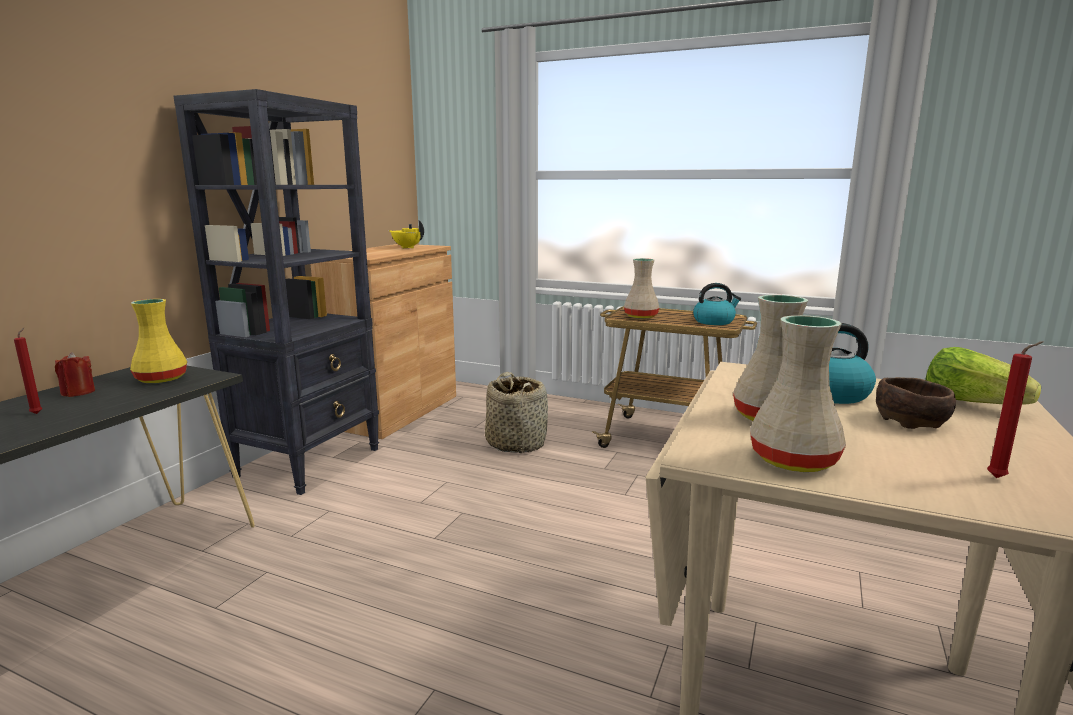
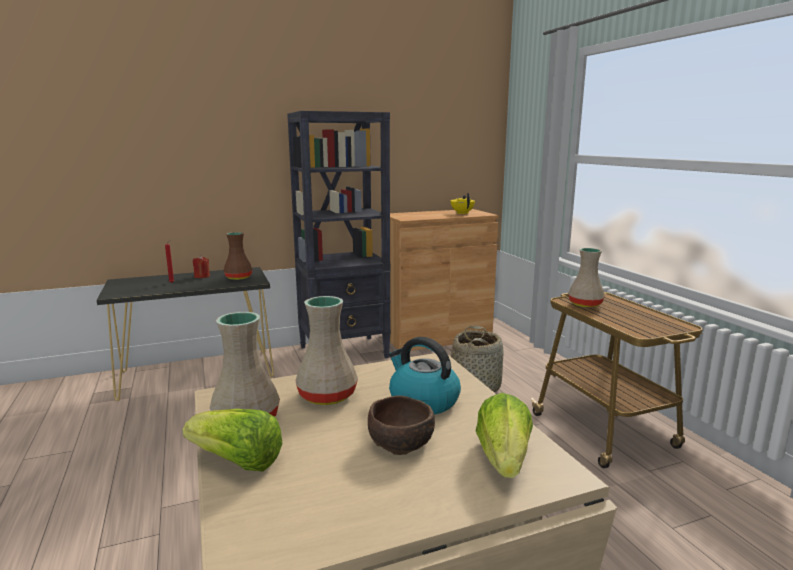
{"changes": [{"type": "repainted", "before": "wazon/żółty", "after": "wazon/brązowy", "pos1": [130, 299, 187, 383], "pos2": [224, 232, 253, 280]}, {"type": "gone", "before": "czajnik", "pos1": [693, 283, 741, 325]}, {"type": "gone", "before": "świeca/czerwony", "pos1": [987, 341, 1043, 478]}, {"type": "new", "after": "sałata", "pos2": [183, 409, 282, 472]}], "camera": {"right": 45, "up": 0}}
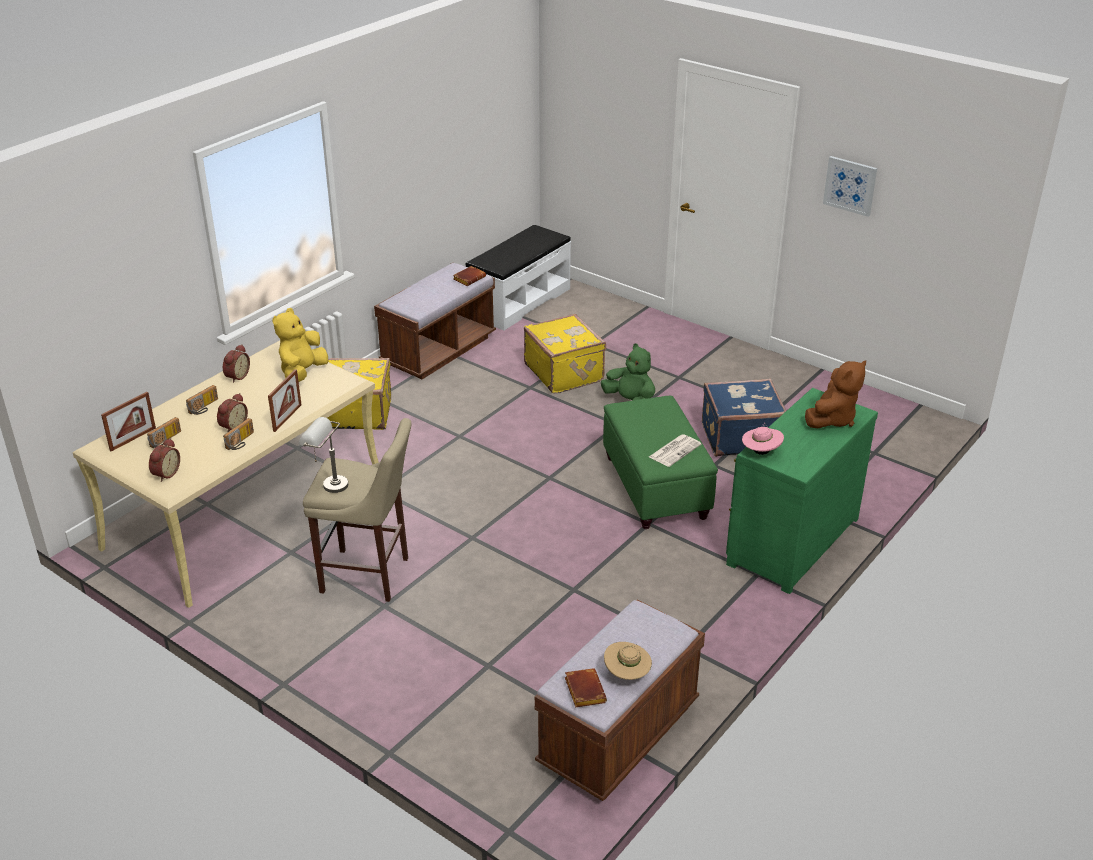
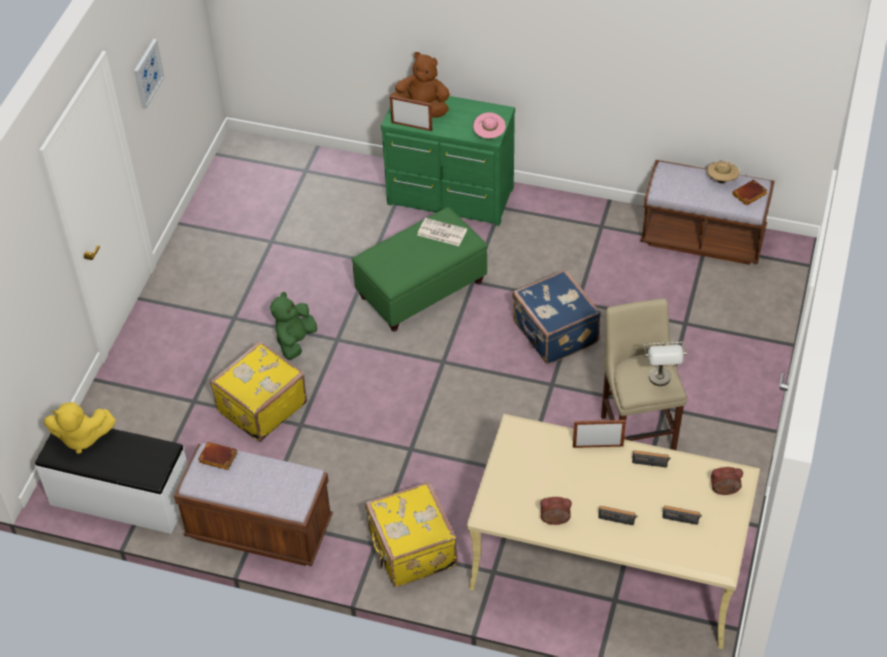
{"changes": [{"type": "shifted", "before": "ramka na zdjęcie", "pos1": [101, 392, 156, 451], "pos2": [390, 95, 432, 131]}, {"type": "gone", "before": "budzik", "pos1": [217, 393, 248, 432]}, {"type": "shifted", "before": "pluszak/żółty", "pos1": [272, 308, 328, 382], "pos2": [44, 402, 116, 454]}, {"type": "shifted", "before": "walizka/niebieski", "pos1": [702, 378, 786, 457], "pos2": [513, 269, 601, 364]}], "camera": {"right": -110, "up": 15}}
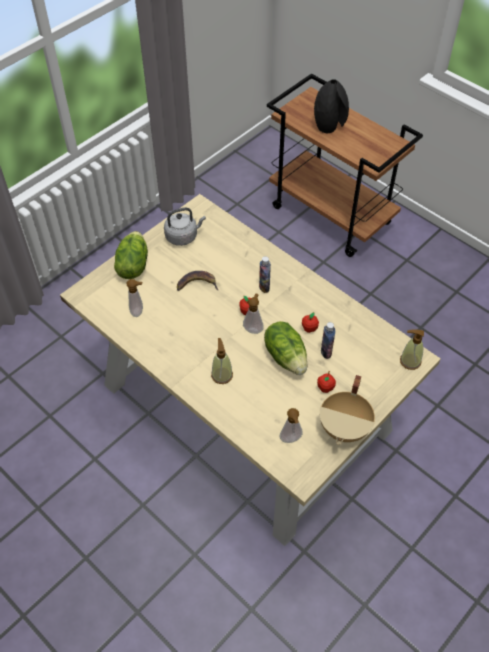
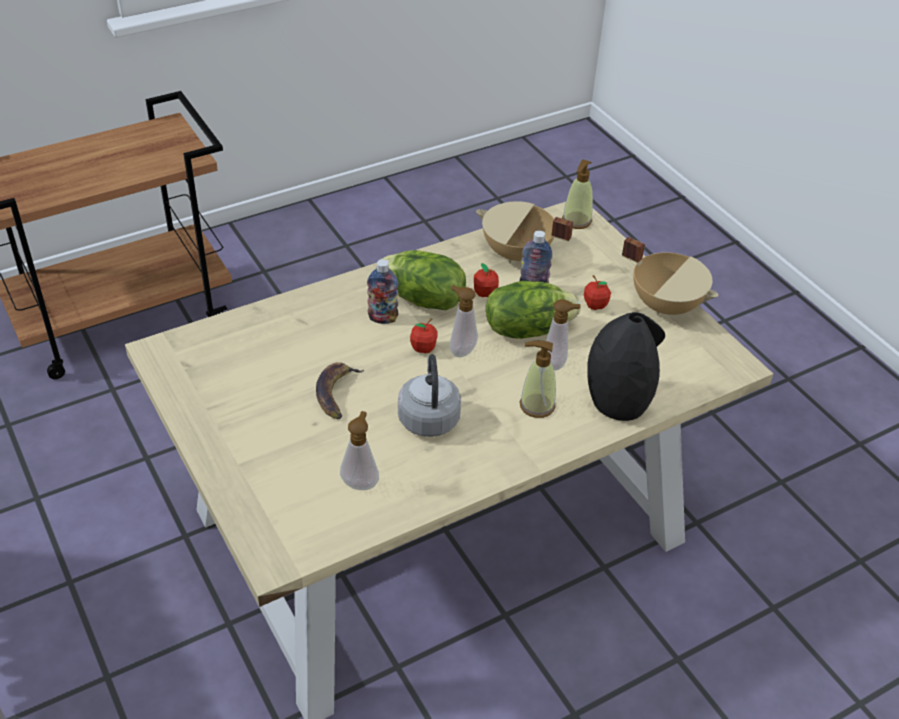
{"changes": [{"type": "shifted", "before": "sałata", "pos1": [114, 231, 148, 279], "pos2": [380, 250, 466, 310]}, {"type": "shifted", "before": "czajnik/szary", "pos1": [164, 207, 206, 246], "pos2": [398, 354, 461, 437]}, {"type": "shifted", "before": "dozownik mydła", "pos1": [280, 408, 303, 443], "pos2": [546, 299, 581, 370]}, {"type": "shifted", "before": "wazon/czarny", "pos1": [314, 79, 349, 133], "pos2": [587, 312, 665, 421]}, {"type": "new", "after": "garnek/beżowy", "pos2": [476, 201, 574, 264]}], "camera": {"right": -75, "up": -10}}
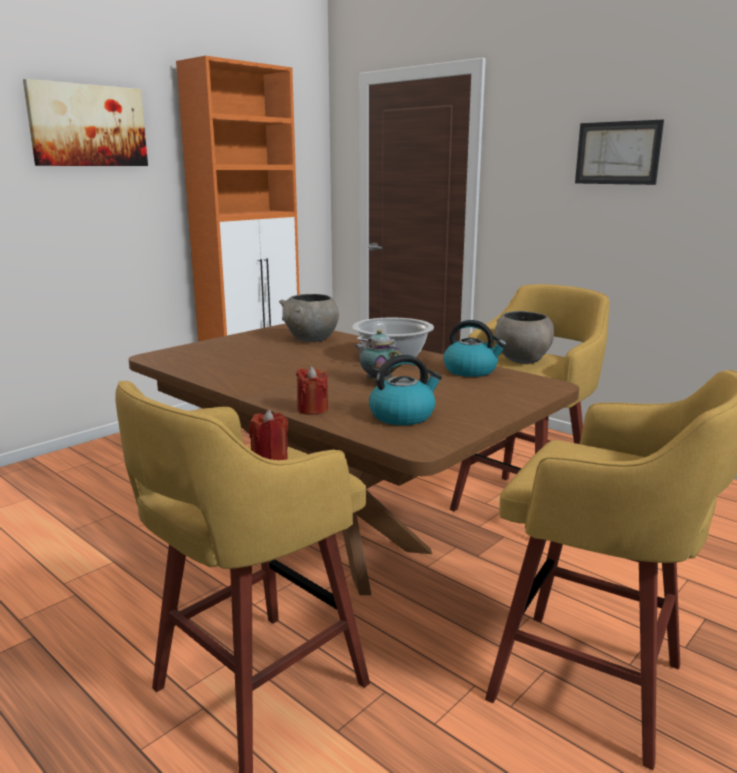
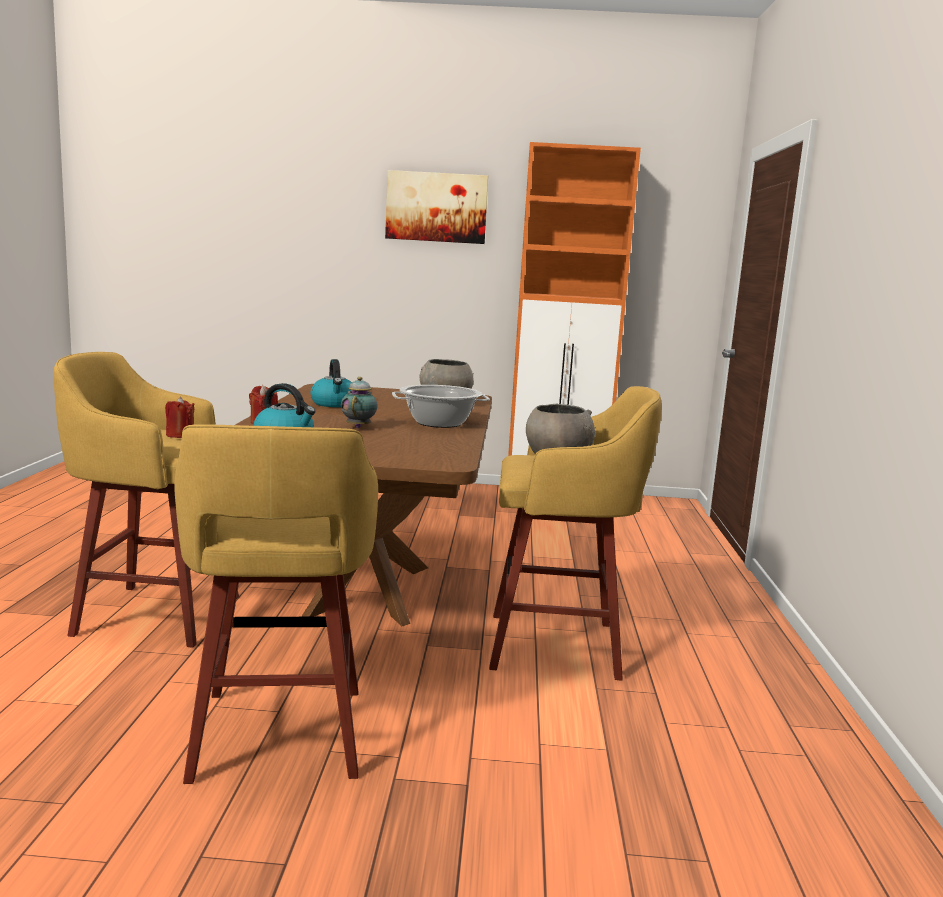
{"changes": [{"type": "shifted", "before": "czajnik", "pos1": [443, 320, 507, 377], "pos2": [310, 359, 352, 407]}, {"type": "gone", "before": "obraz", "pos1": [575, 120, 664, 185]}], "camera": {"right": 50, "up": -5}}
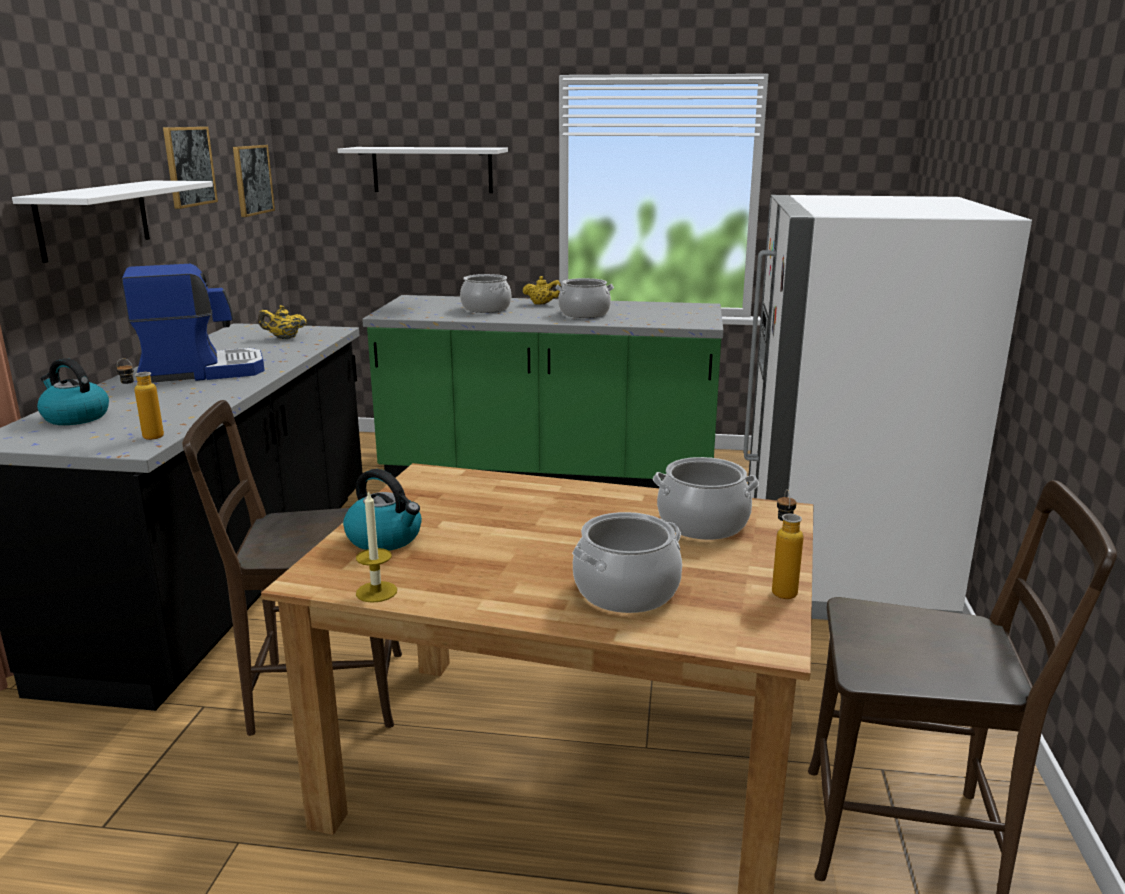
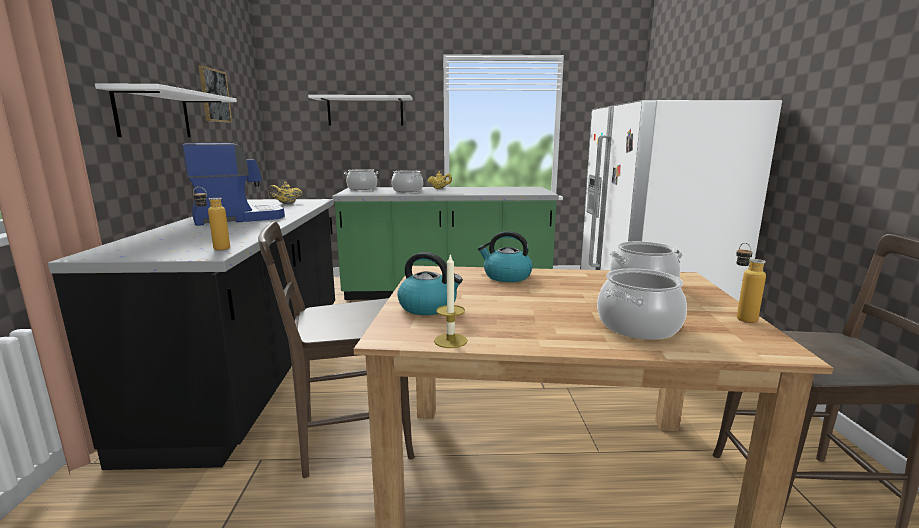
{"changes": [{"type": "shifted", "before": "czajnik", "pos1": [37, 358, 109, 425], "pos2": [478, 231, 533, 282]}, {"type": "gone", "before": "obraz", "pos1": [233, 145, 275, 217]}, {"type": "shifted", "before": "garnek", "pos1": [555, 278, 614, 318], "pos2": [344, 169, 378, 190]}], "camera": {"right": -10, "up": -5}}
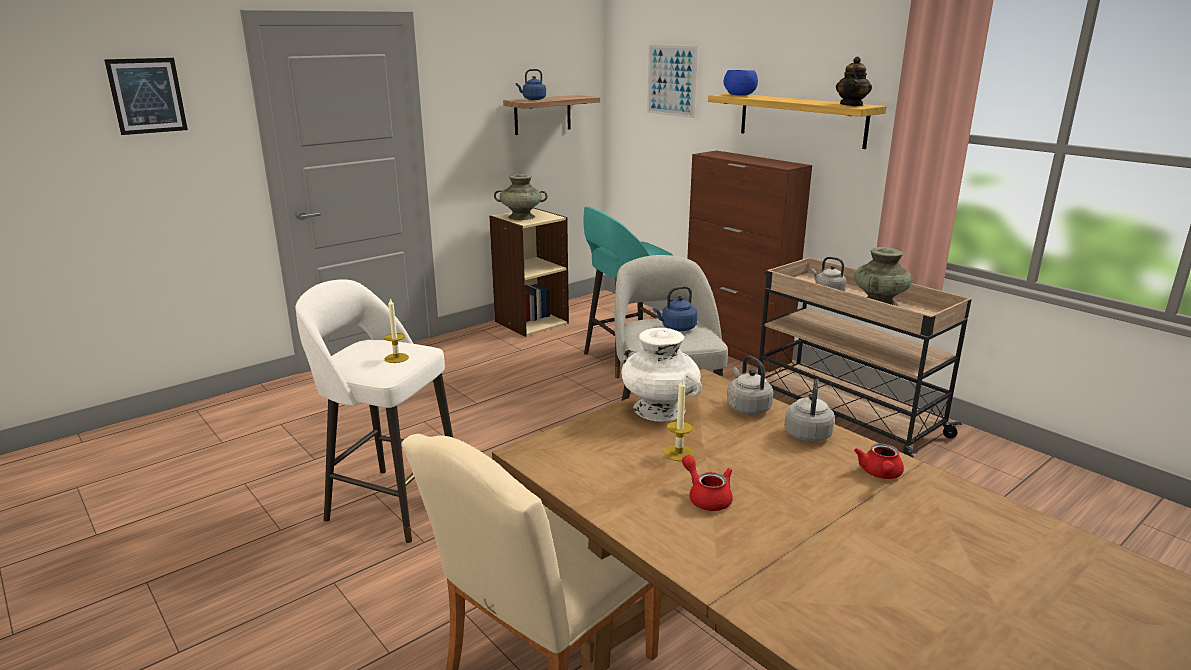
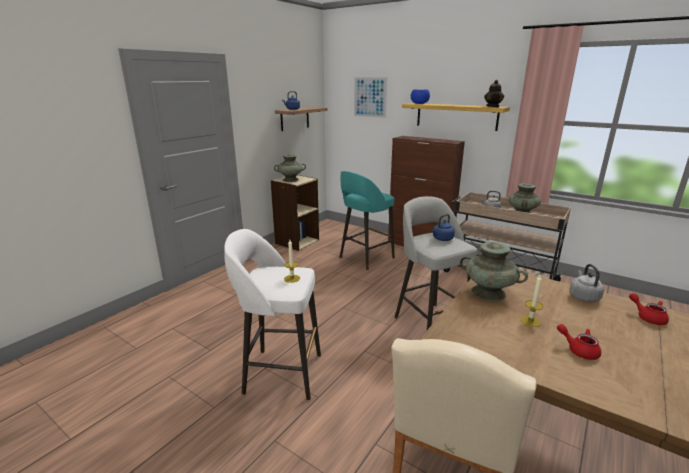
{"changes": [{"type": "gone", "before": "obraz", "pos1": [104, 58, 188, 135]}, {"type": "repainted", "before": "wazon/biały", "after": "wazon/turkusowy", "pos1": [622, 328, 702, 422], "pos2": [460, 242, 528, 301]}, {"type": "gone", "before": "czajnik/szary", "pos1": [727, 356, 773, 415]}, {"type": "rotated", "before": "imbryk/czerwony", "pos1": [854, 443, 904, 479], "pos2": [629, 293, 669, 325], "turn": 150}], "camera": {"right": -15, "up": 0}}
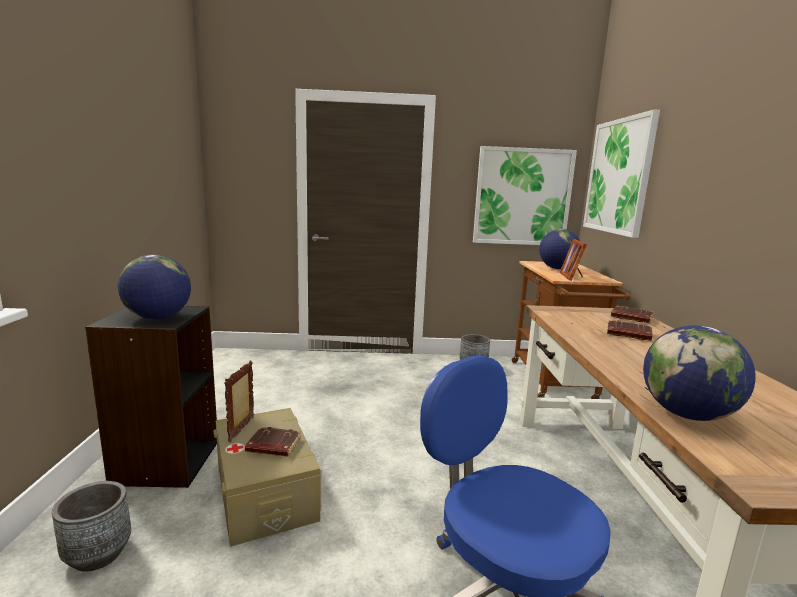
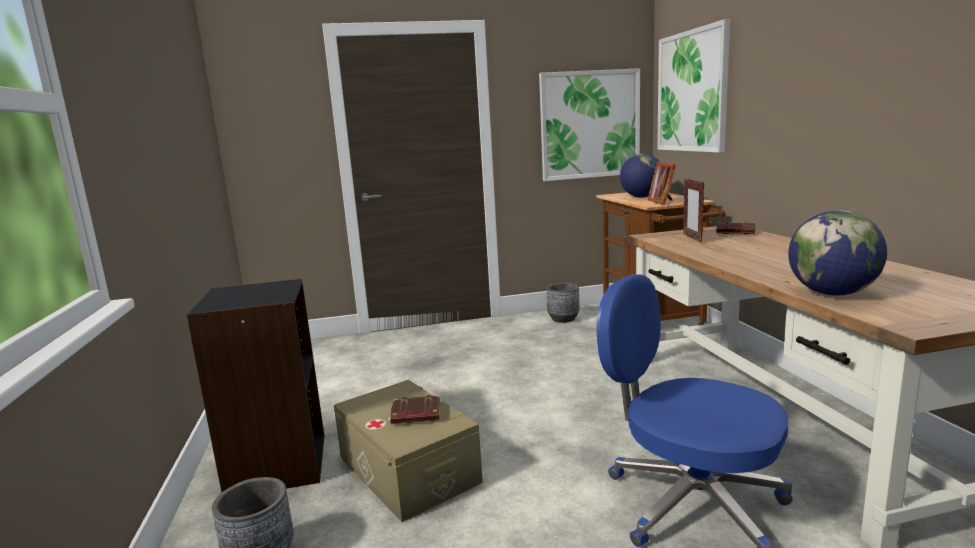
{"changes": [{"type": "gone", "before": "globus", "pos1": [118, 255, 191, 320]}, {"type": "shifted", "before": "ramka na zdjęcie", "pos1": [224, 360, 254, 442], "pos2": [683, 179, 705, 243]}, {"type": "gone", "before": "książka/brązowy", "pos1": [607, 320, 653, 341]}], "camera": {"right": -10, "up": 0}}
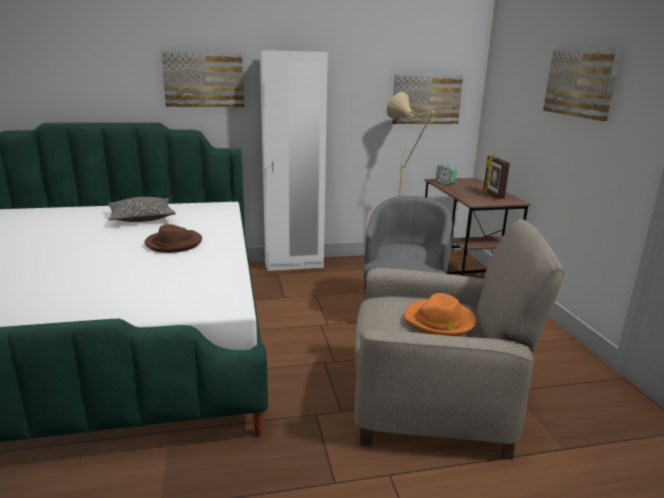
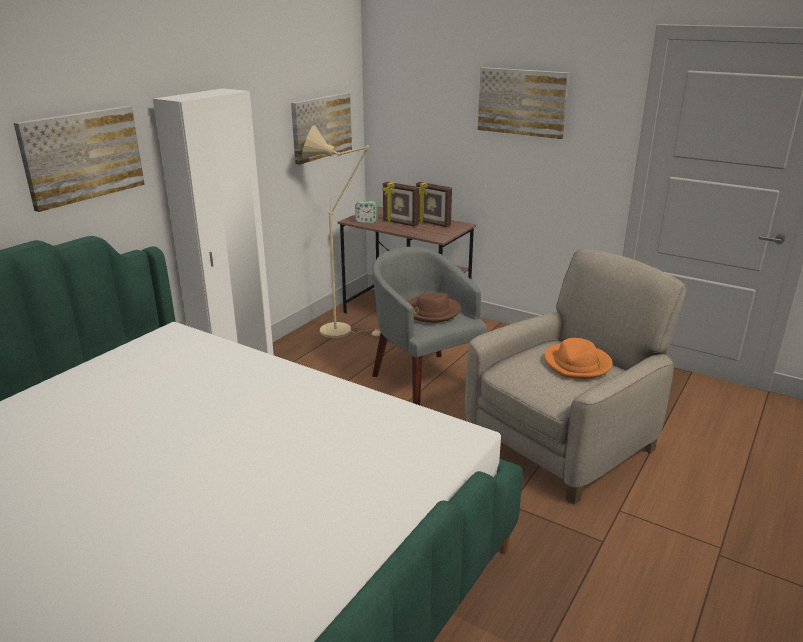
{"changes": [{"type": "gone", "before": "poduszka", "pos1": [108, 197, 176, 222]}, {"type": "shifted", "before": "kapelusz/brązowy", "pos1": [145, 224, 202, 253], "pos2": [407, 293, 461, 323]}, {"type": "new", "after": "ramka na zdjęcie", "pos2": [382, 182, 419, 227]}], "camera": {"right": -45, "up": 5}}
